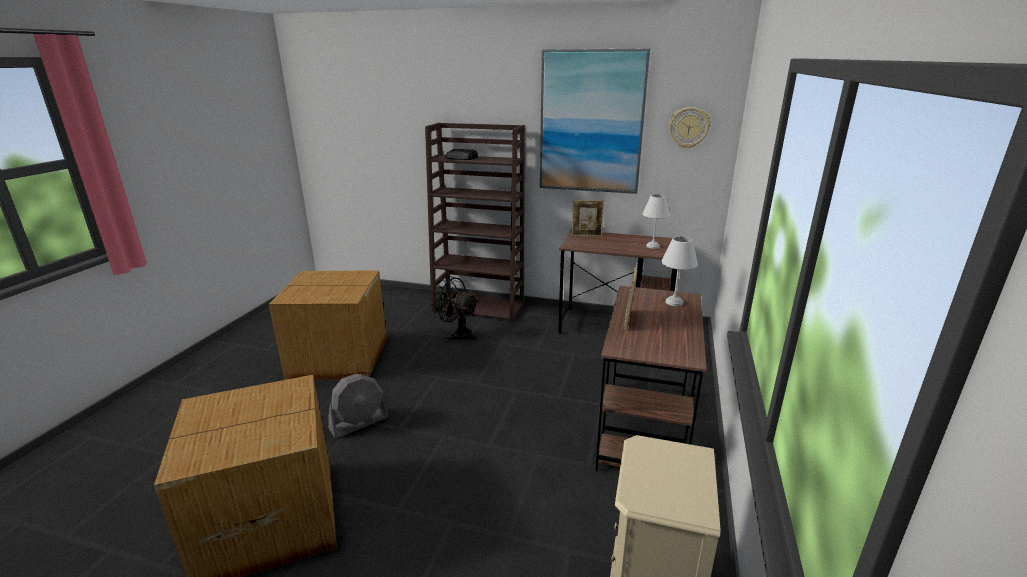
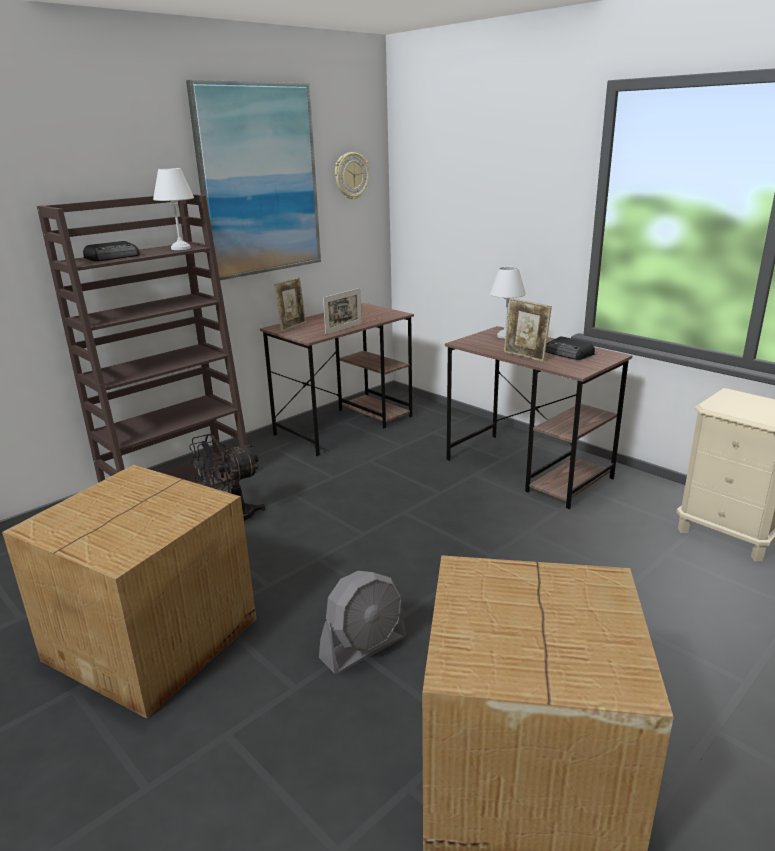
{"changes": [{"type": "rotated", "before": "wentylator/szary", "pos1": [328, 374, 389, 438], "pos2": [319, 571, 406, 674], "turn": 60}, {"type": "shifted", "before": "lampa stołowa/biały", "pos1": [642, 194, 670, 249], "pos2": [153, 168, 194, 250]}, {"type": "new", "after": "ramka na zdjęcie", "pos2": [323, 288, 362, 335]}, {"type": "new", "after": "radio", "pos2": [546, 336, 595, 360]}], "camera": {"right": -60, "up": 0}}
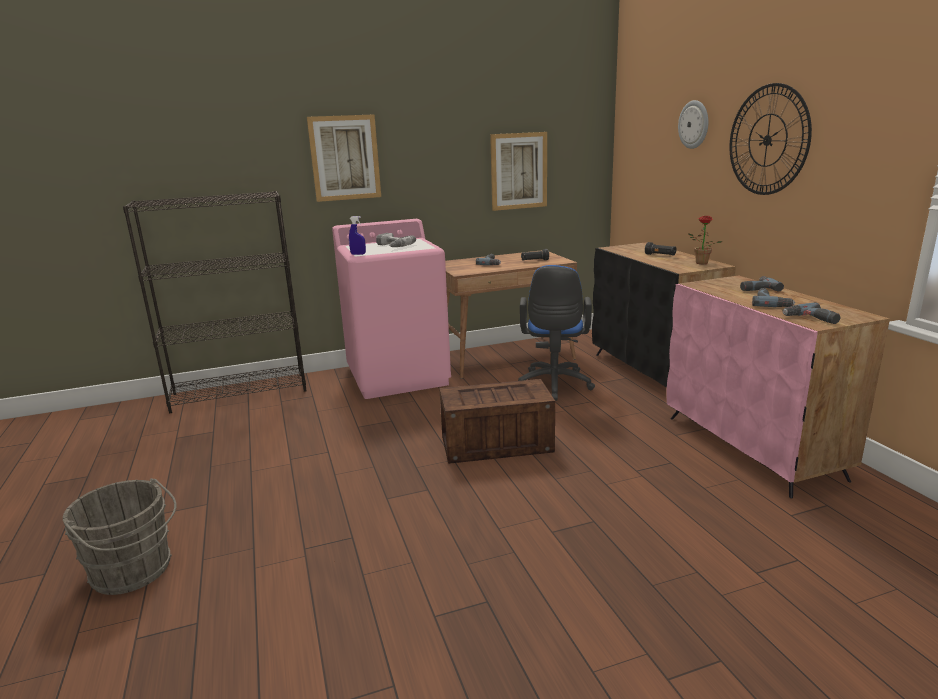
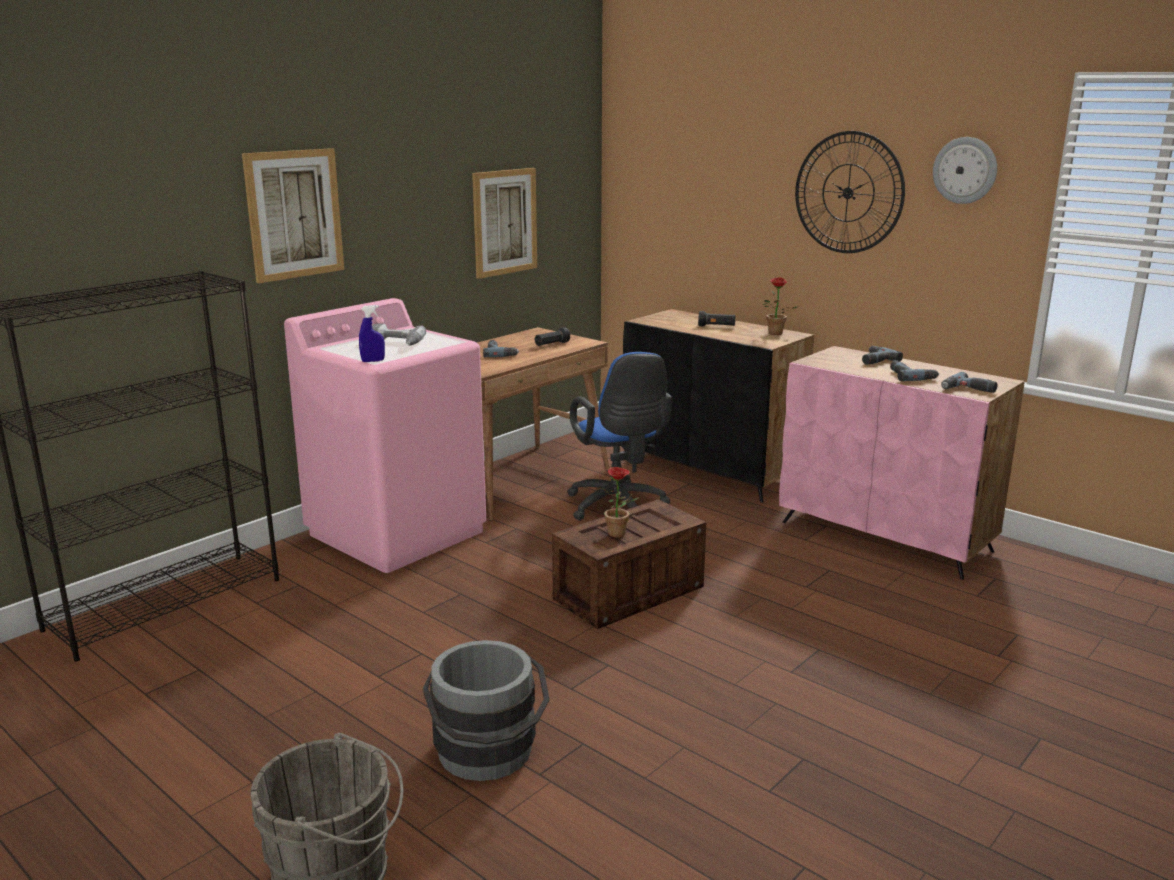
{"changes": [{"type": "shifted", "before": "zegar ścienny", "pos1": [678, 100, 708, 149], "pos2": [933, 137, 997, 204]}, {"type": "new", "after": "wiadro/szary", "pos2": [423, 640, 549, 781]}, {"type": "new", "after": "roślina doniczkowa", "pos2": [601, 467, 640, 537]}], "camera": {"right": -30, "up": 0}}
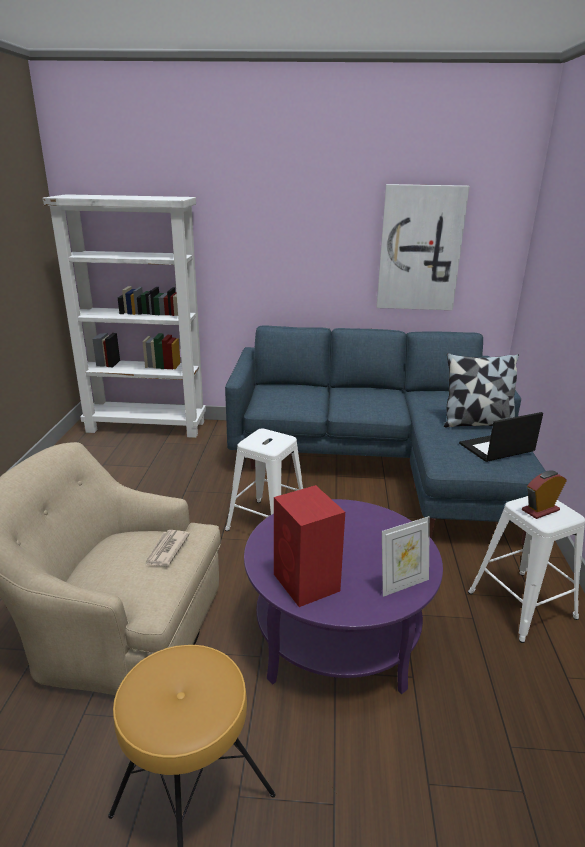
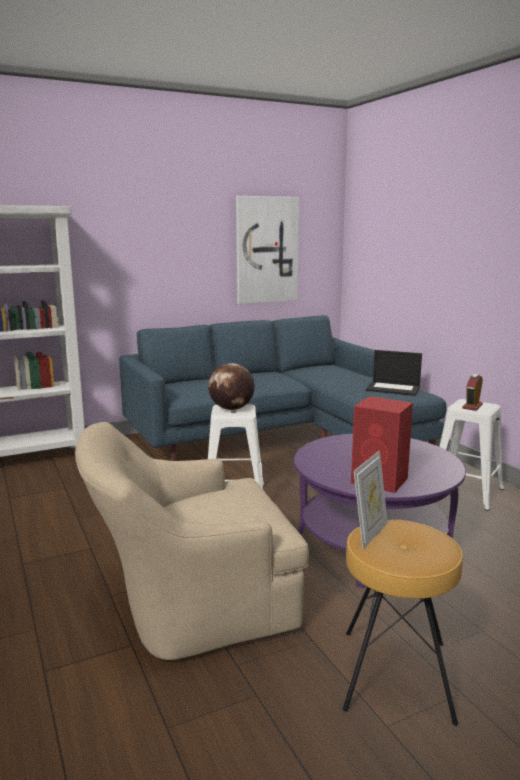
{"changes": [{"type": "gone", "before": "gazeta", "pos1": [145, 530, 190, 566]}, {"type": "shifted", "before": "ramka na zdjęcie", "pos1": [382, 516, 430, 597], "pos2": [354, 451, 388, 550]}, {"type": "gone", "before": "poduszka", "pos1": [444, 353, 519, 427]}, {"type": "rotated", "before": "laptop", "pos1": [459, 412, 543, 462], "pos2": [366, 350, 422, 396], "turn": -105}, {"type": "new", "after": "globus", "pos2": [208, 363, 255, 410]}], "camera": {"right": -30, "up": -10}}
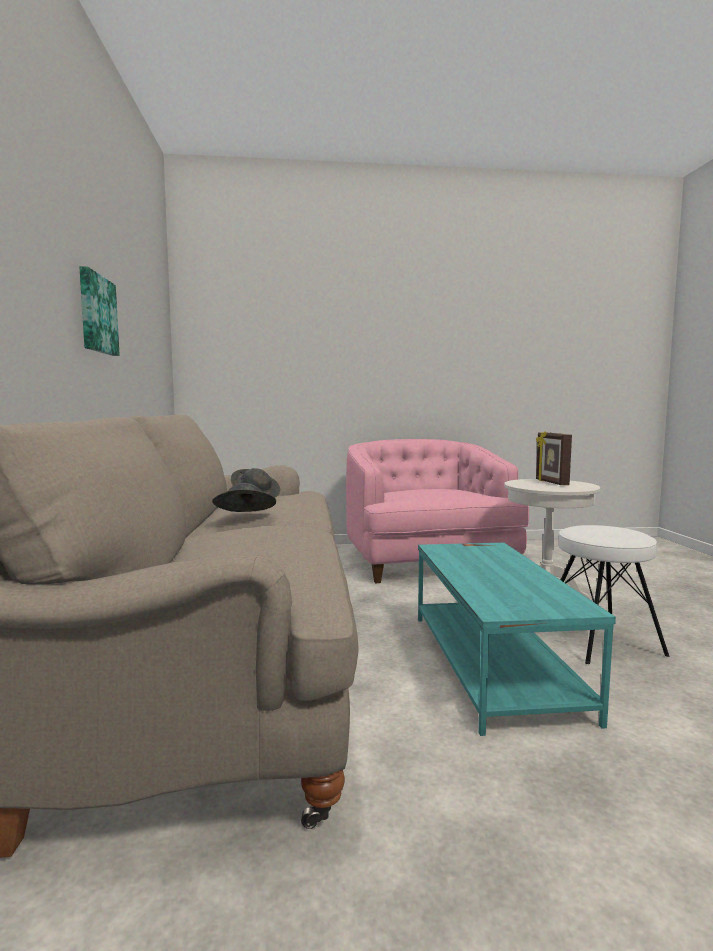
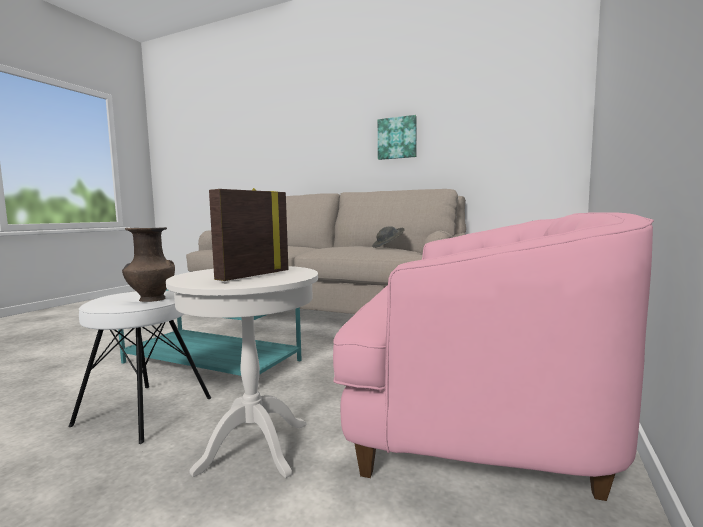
{"changes": [{"type": "gone", "before": "kapelusz/szary", "pos1": [212, 483, 276, 512]}, {"type": "rotated", "before": "ramka na zdjęcie", "pos1": [536, 431, 572, 485], "pos2": [209, 188, 288, 281], "turn": -75}, {"type": "new", "after": "wazon/brązowy", "pos2": [122, 227, 175, 302]}], "camera": {"right": 120, "up": 0}}
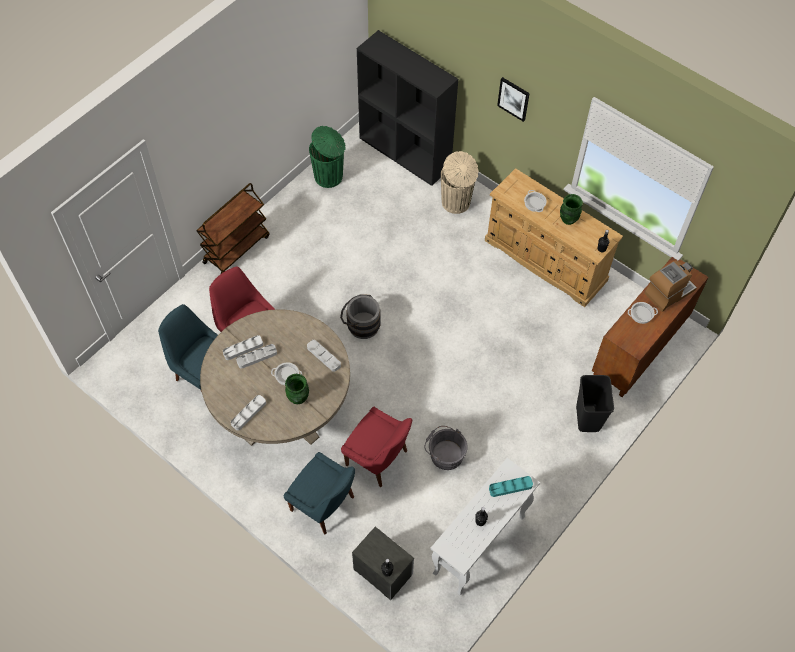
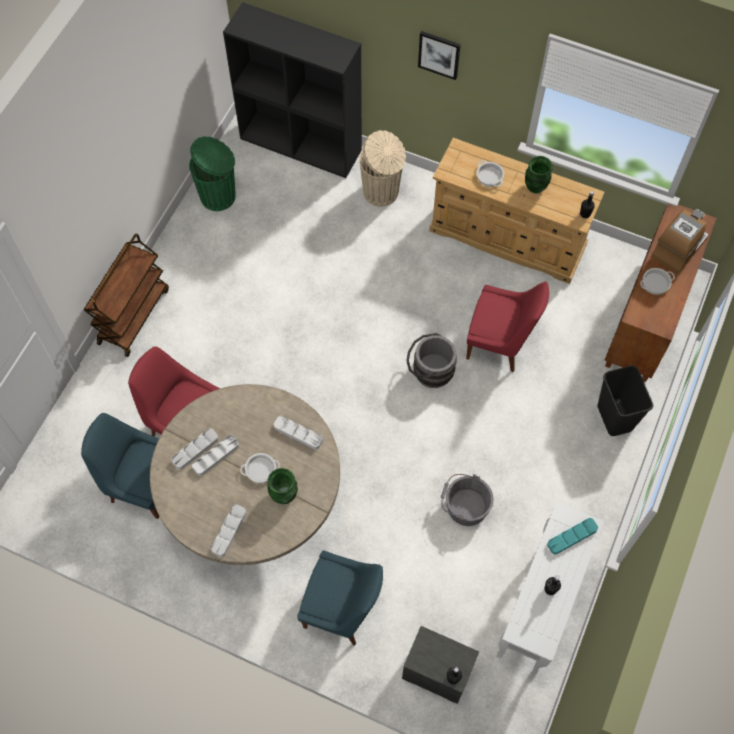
{"changes": [{"type": "shifted", "before": "wiadro/szary", "pos1": [340, 294, 381, 339], "pos2": [406, 333, 457, 388]}, {"type": "shifted", "before": "krzesło/czerwony", "pos1": [341, 407, 412, 487], "pos2": [466, 282, 549, 372]}], "camera": {"right": -15, "up": 5}}
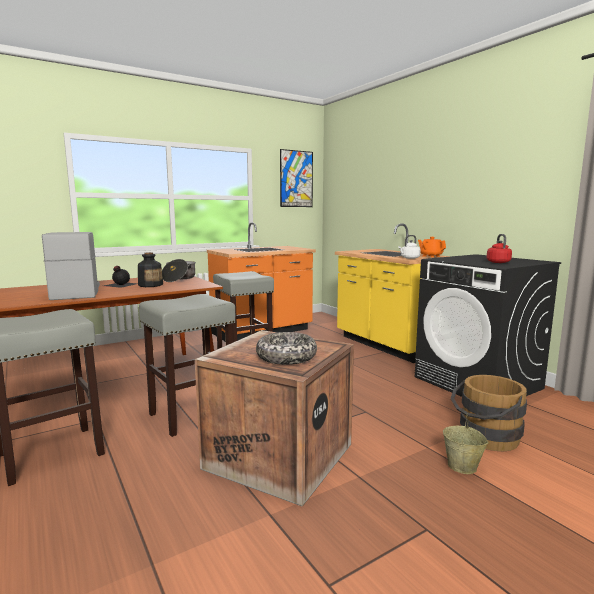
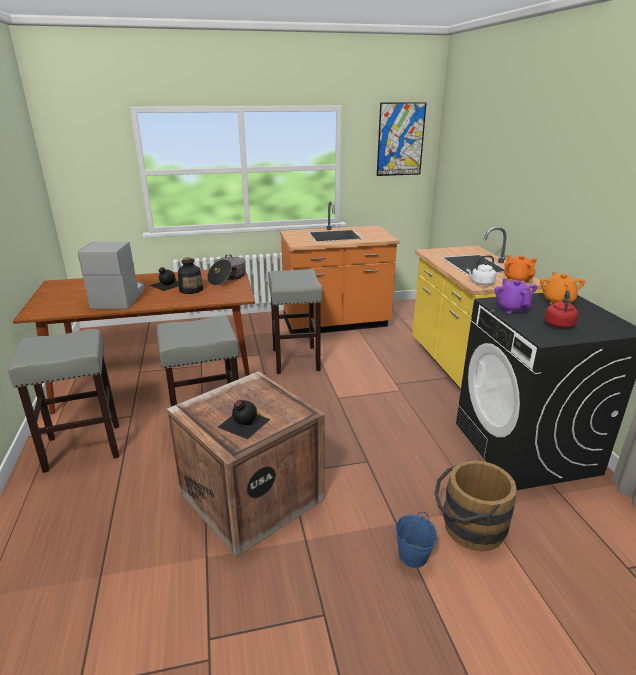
{"changes": [{"type": "swapped", "before": "miska", "after": "butelka/czarny", "pos1": [256, 332, 317, 365], "pos2": [218, 400, 270, 439]}, {"type": "repainted", "before": "wiadro/beżowy", "after": "wiadro/niebieski", "pos1": [443, 413, 488, 474], "pos2": [395, 512, 437, 568]}, {"type": "new", "after": "imbryk/fioletowy", "pos2": [495, 279, 537, 313]}, {"type": "new", "after": "imbryk/pomarańczowy", "pos2": [540, 272, 585, 305]}], "camera": {"right": 20, "up": 15}}
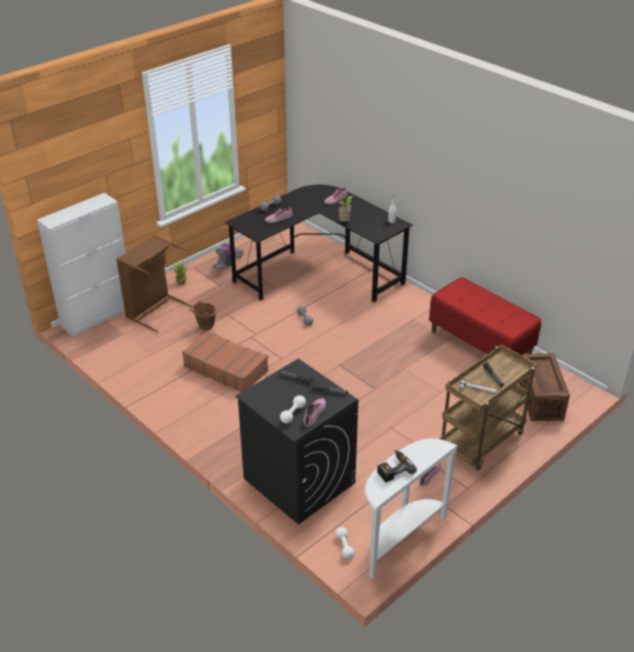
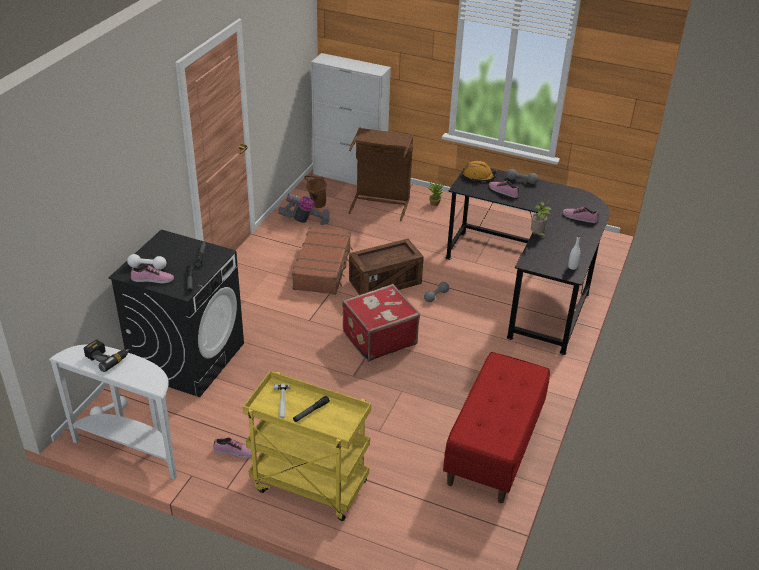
{"changes": [{"type": "shifted", "before": "wiadro/brązowy", "pos1": [189, 301, 216, 331], "pos2": [304, 176, 326, 208]}, {"type": "shifted", "before": "odkurzacz", "pos1": [212, 244, 243, 269], "pos2": [278, 193, 330, 225]}, {"type": "repainted", "before": "wózek/brązowy", "after": "wózek/żółty", "pos1": [440, 345, 537, 470], "pos2": [243, 371, 371, 521]}, {"type": "shifted", "before": "skrzynka", "pos1": [519, 353, 570, 421], "pos2": [349, 239, 424, 295]}, {"type": "new", "after": "walizka/czerwony", "pos2": [342, 284, 420, 362]}, {"type": "new", "after": "kask/pomarańczowy", "pos2": [463, 161, 497, 181]}], "camera": {"right": 65, "up": 0}}
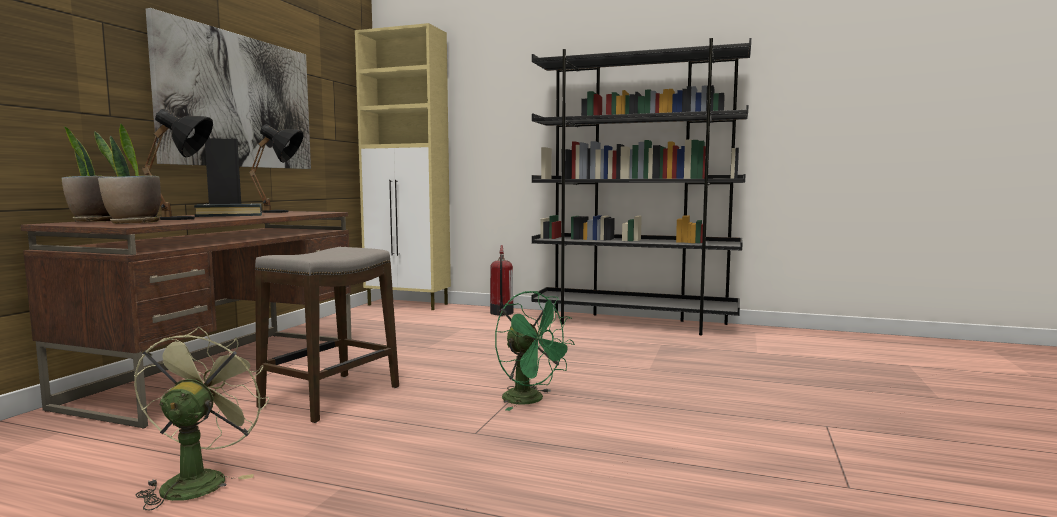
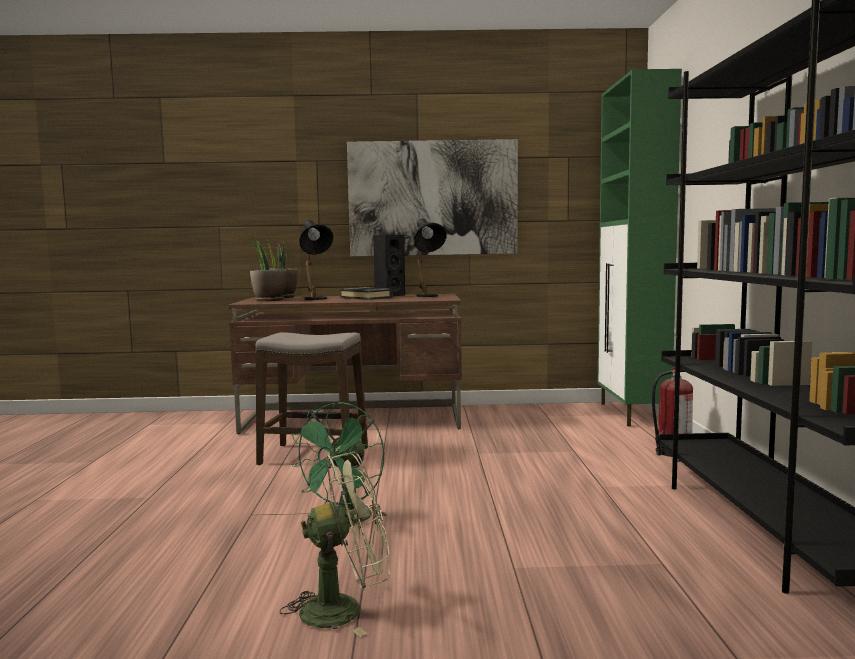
{"changes": [{"type": "shifted", "before": "wentylator/zielony", "pos1": [134, 327, 269, 511], "pos2": [280, 452, 390, 637]}, {"type": "repainted", "before": "szafka/beżowy", "after": "szafka/zielony", "pos1": [355, 23, 451, 310], "pos2": [598, 69, 682, 426]}], "camera": {"right": 70, "up": 0}}
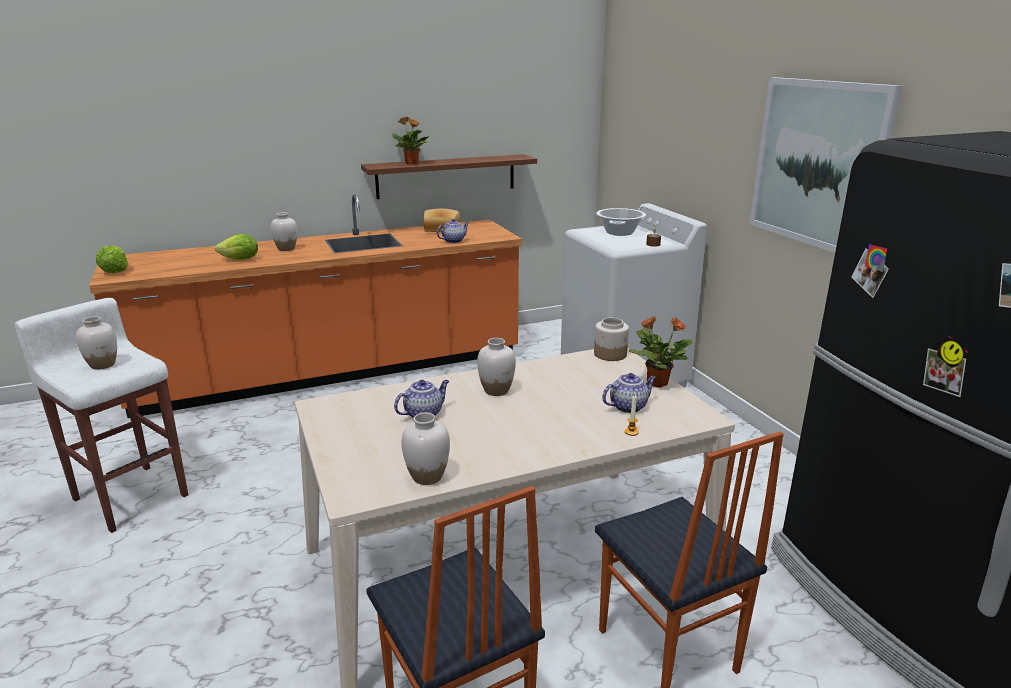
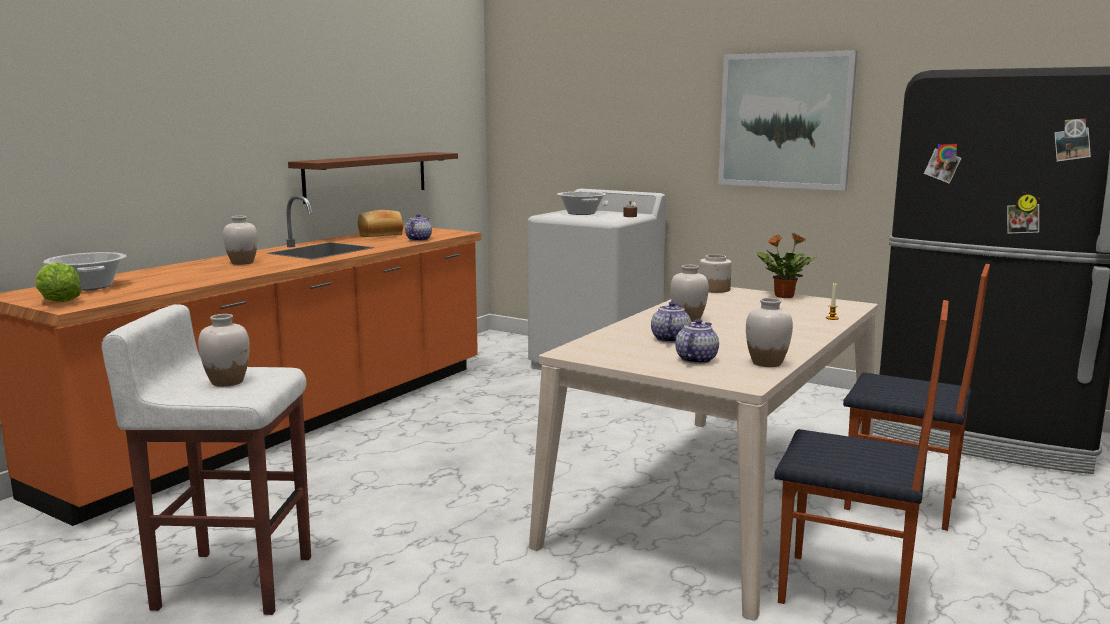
{"changes": [{"type": "gone", "before": "sałata", "pos1": [215, 234, 258, 260]}, {"type": "gone", "before": "roślina doniczkowa", "pos1": [392, 117, 431, 164]}, {"type": "shifted", "before": "imbryk", "pos1": [602, 373, 657, 413], "pos2": [675, 319, 719, 364]}, {"type": "new", "after": "garnek", "pos2": [43, 252, 127, 291]}], "camera": {"right": -35, "up": -10}}
